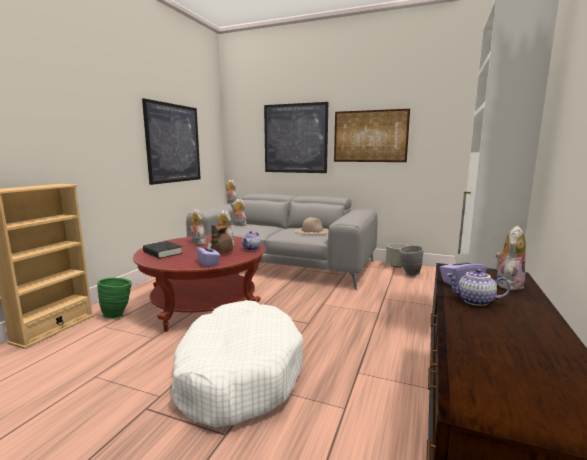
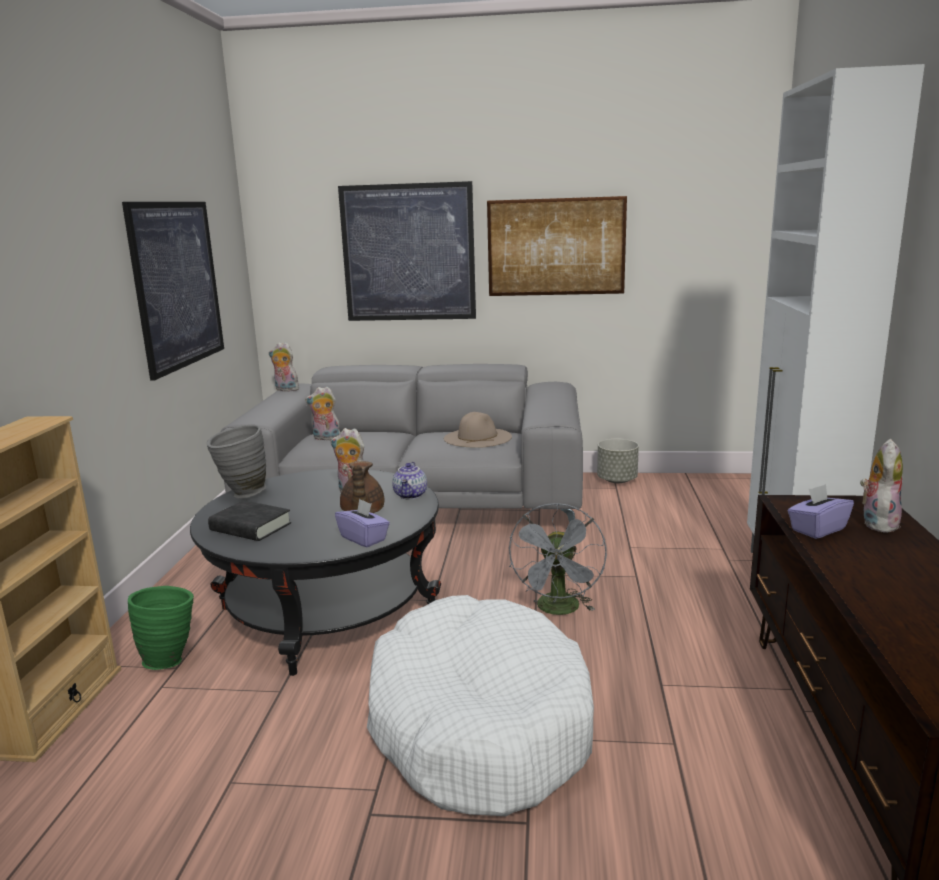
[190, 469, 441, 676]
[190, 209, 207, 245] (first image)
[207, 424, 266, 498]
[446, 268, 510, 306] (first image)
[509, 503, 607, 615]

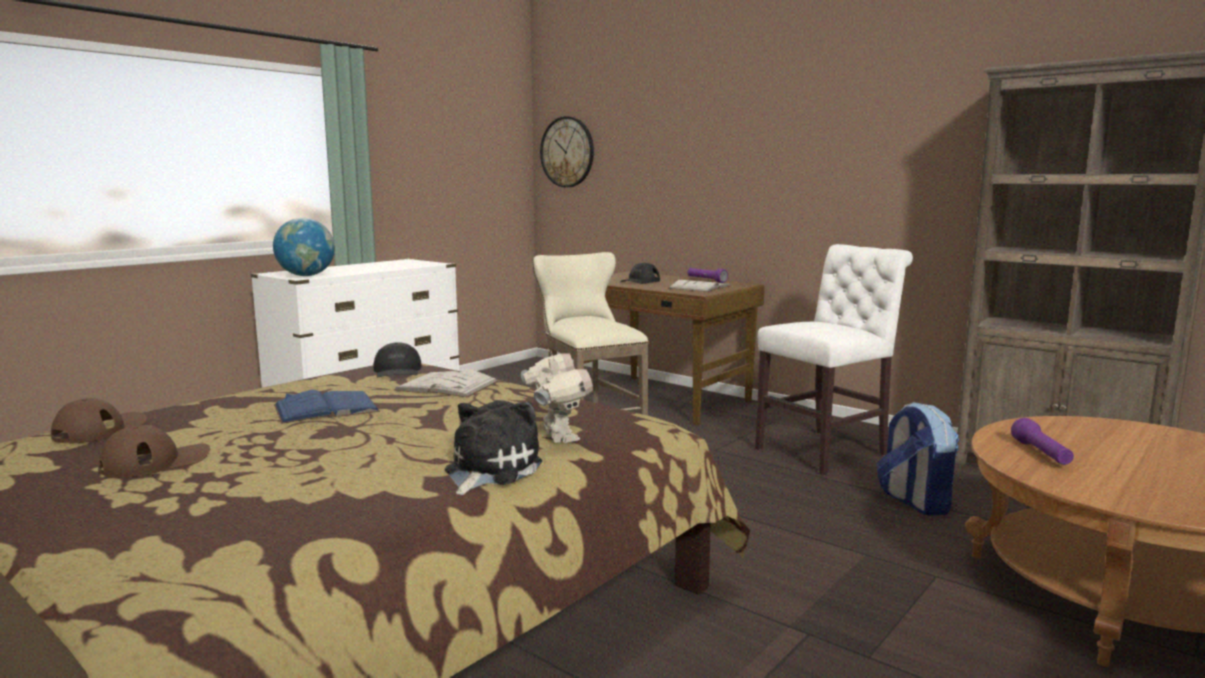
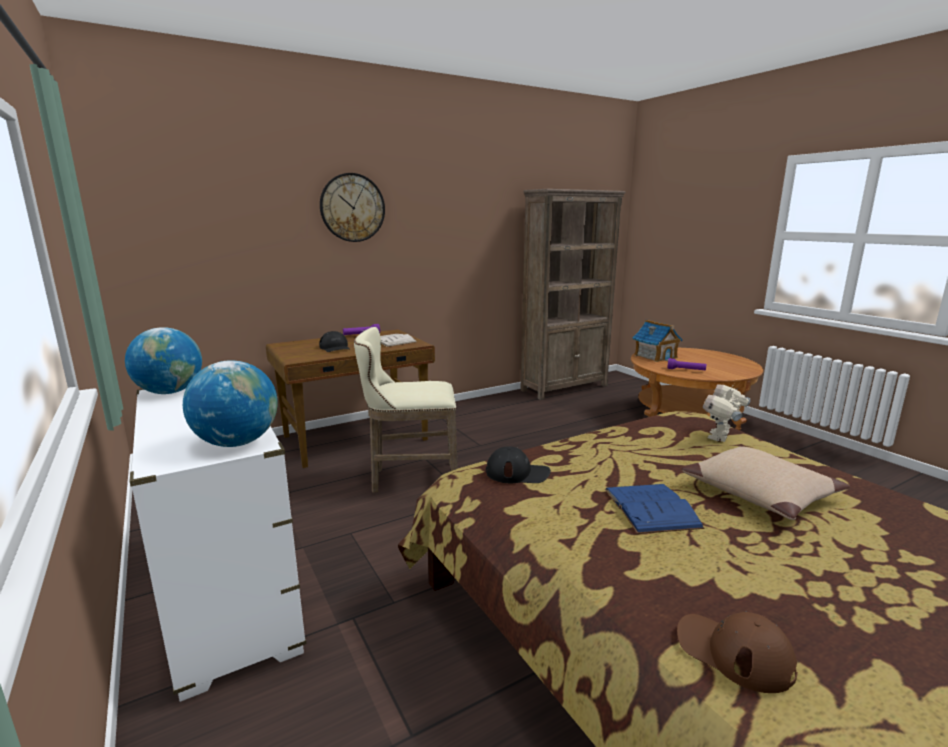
[98, 425, 210, 478] (first image)
[394, 369, 498, 398] (first image)
[445, 400, 542, 495] (first image)
[703, 384, 751, 442]
[320, 173, 385, 242]
[755, 244, 913, 475] (first image)
[877, 402, 959, 516] (first image)
[125, 327, 202, 394]
[632, 320, 683, 362]
[681, 446, 850, 520]

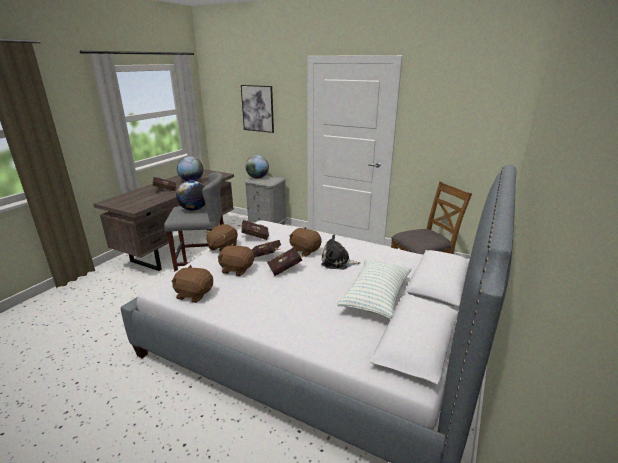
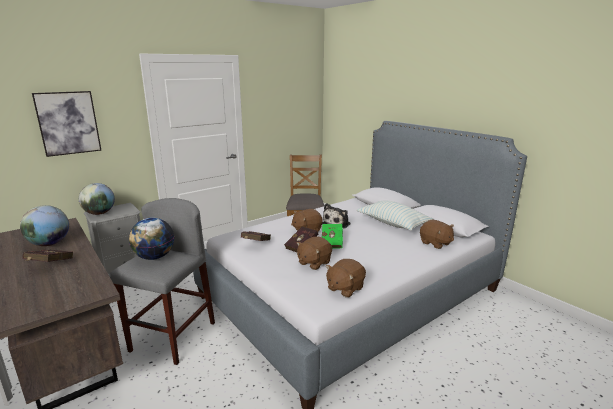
[420, 220, 454, 249]
[322, 224, 343, 248]

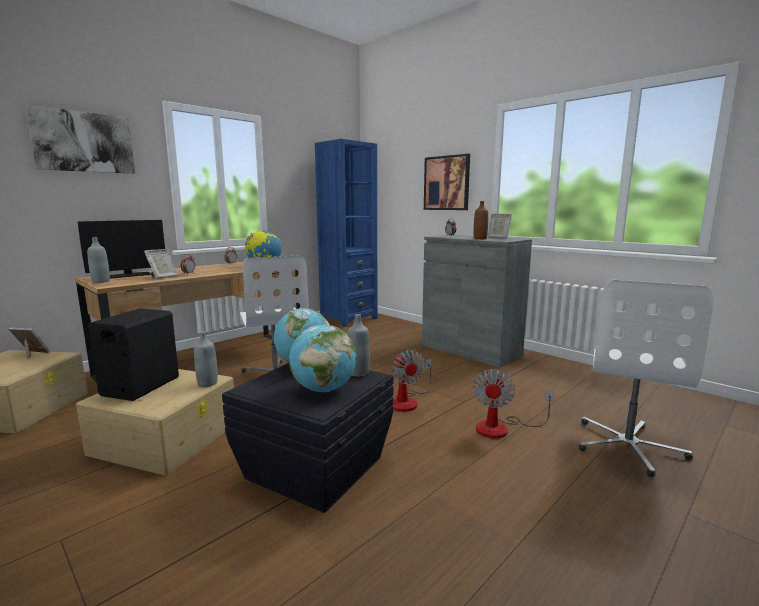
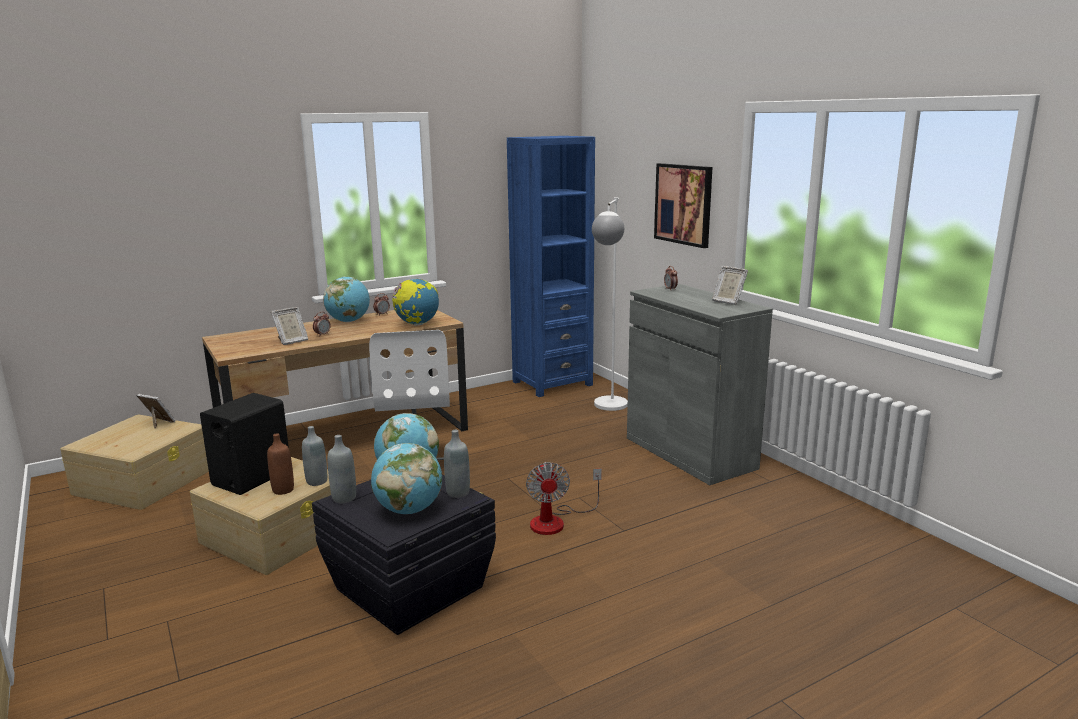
[25, 105, 135, 174] (first image)
[78, 220, 165, 279] (first image)
[328, 435, 356, 504]
[473, 369, 554, 438] (first image)
[267, 433, 294, 495]
[579, 280, 713, 477] (first image)
[323, 277, 370, 322]
[592, 198, 628, 411]

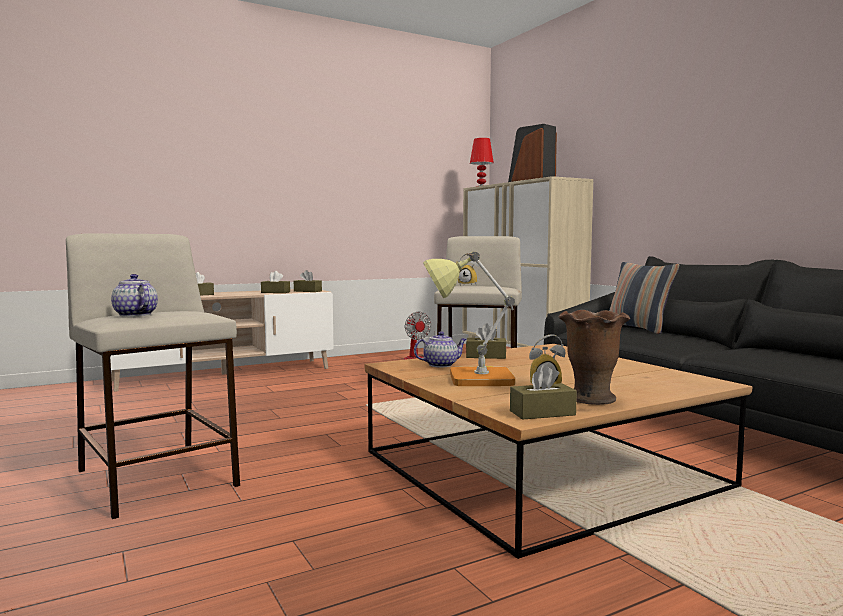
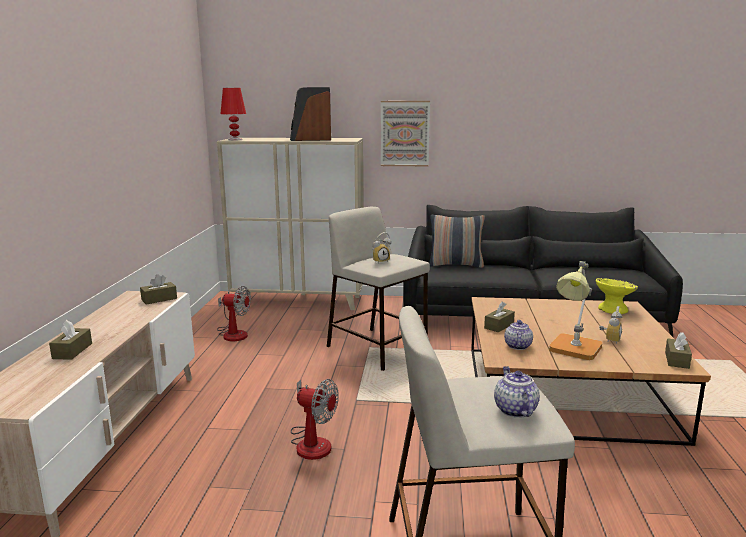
[494, 366, 540, 418]
[261, 271, 290, 293] (first image)
[559, 310, 630, 405] (first image)
[291, 379, 339, 460]
[381, 101, 430, 166]
[596, 278, 638, 314]

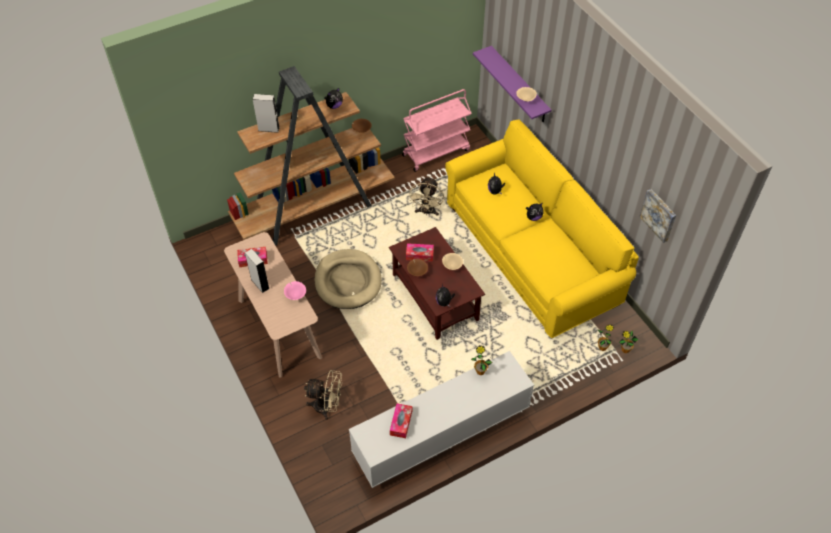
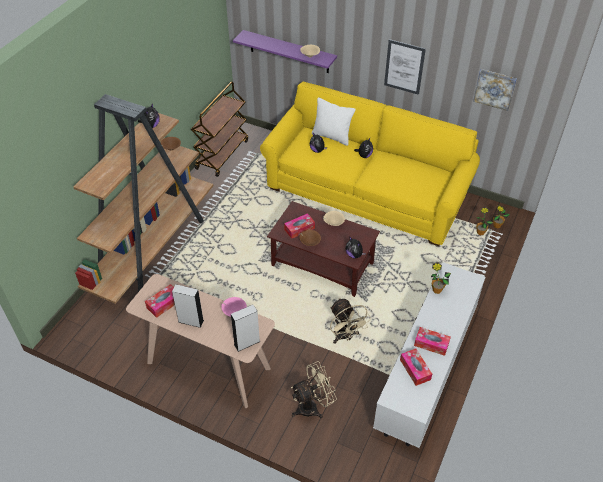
[231, 305, 260, 352]
[314, 249, 382, 309] (first image)
[191, 82, 248, 177]
[330, 298, 371, 344]
[312, 97, 356, 146]
[384, 39, 426, 95]
[414, 327, 451, 356]

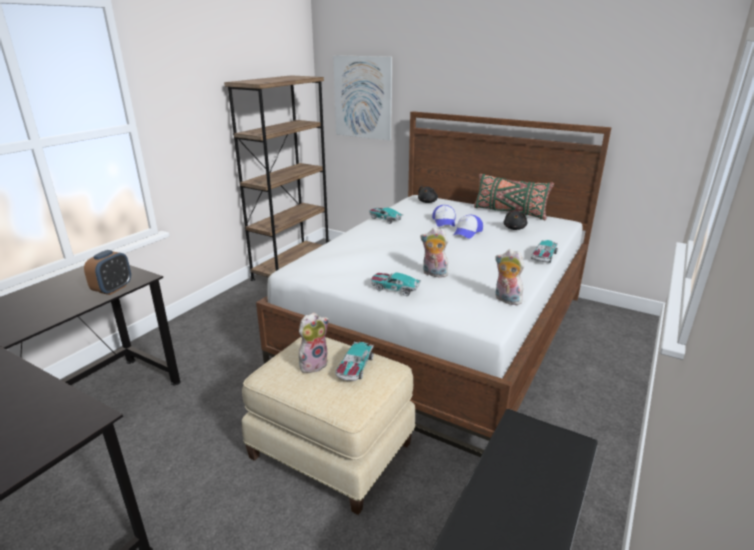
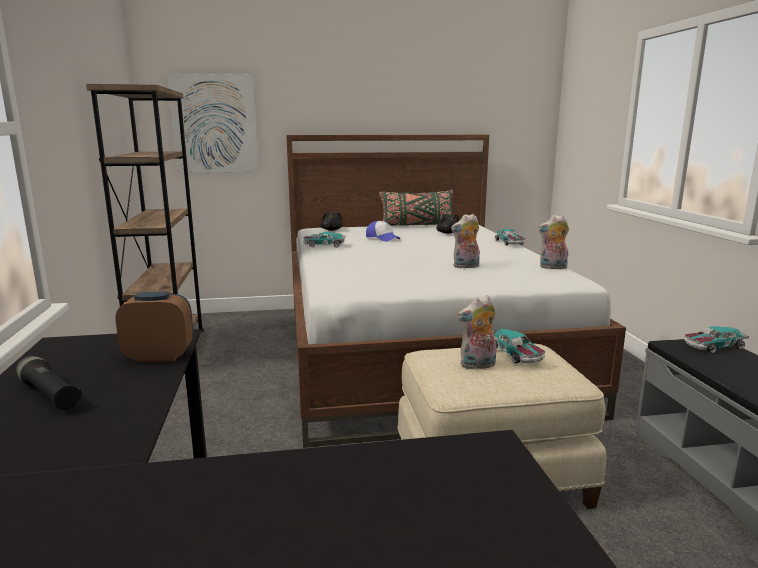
[115, 292, 193, 362]
[457, 295, 496, 370]
[684, 326, 749, 353]
[454, 215, 483, 238] (first image)
[16, 356, 82, 410]

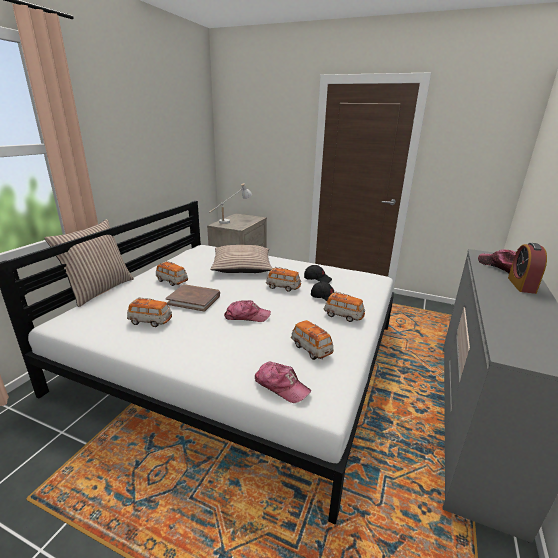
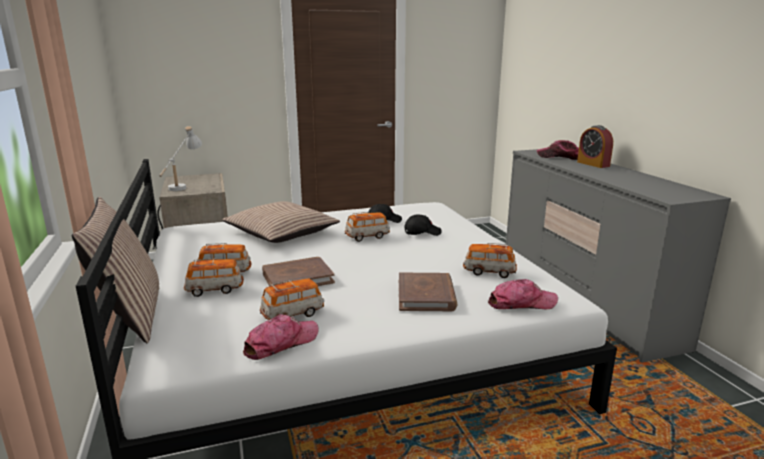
[243, 314, 319, 360]
[184, 258, 244, 297]
[399, 273, 457, 311]

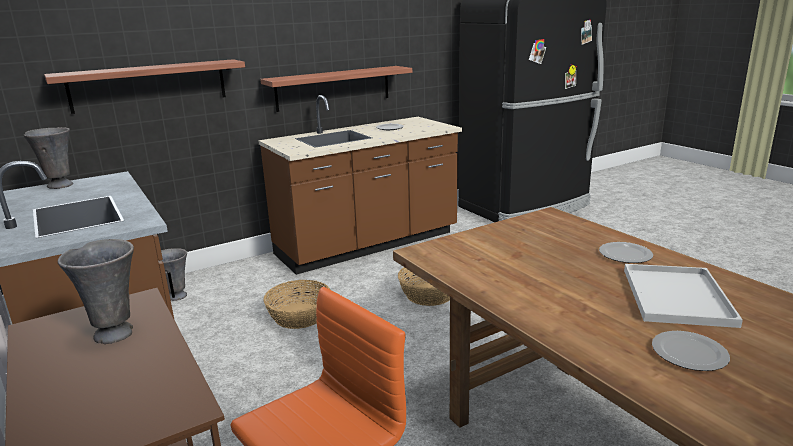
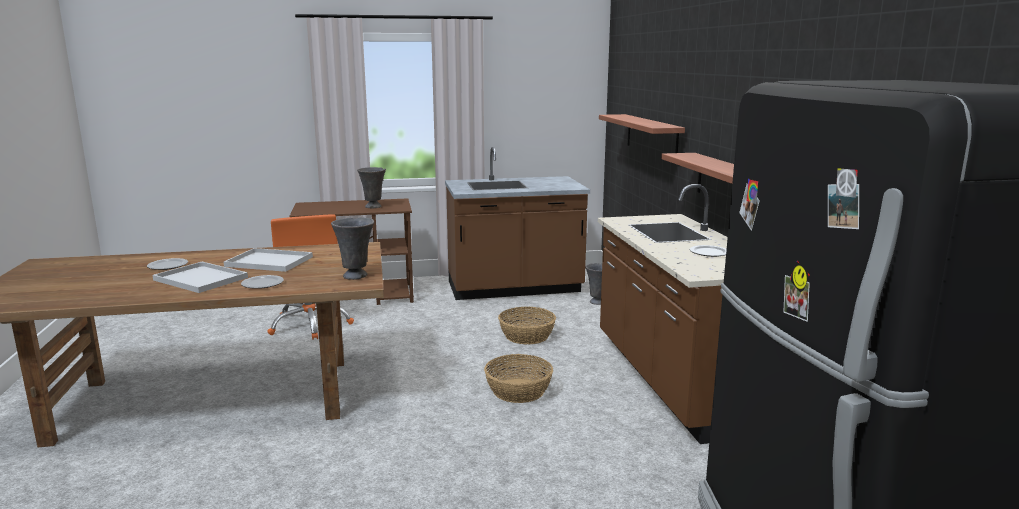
[331, 217, 374, 280]
[224, 248, 313, 272]

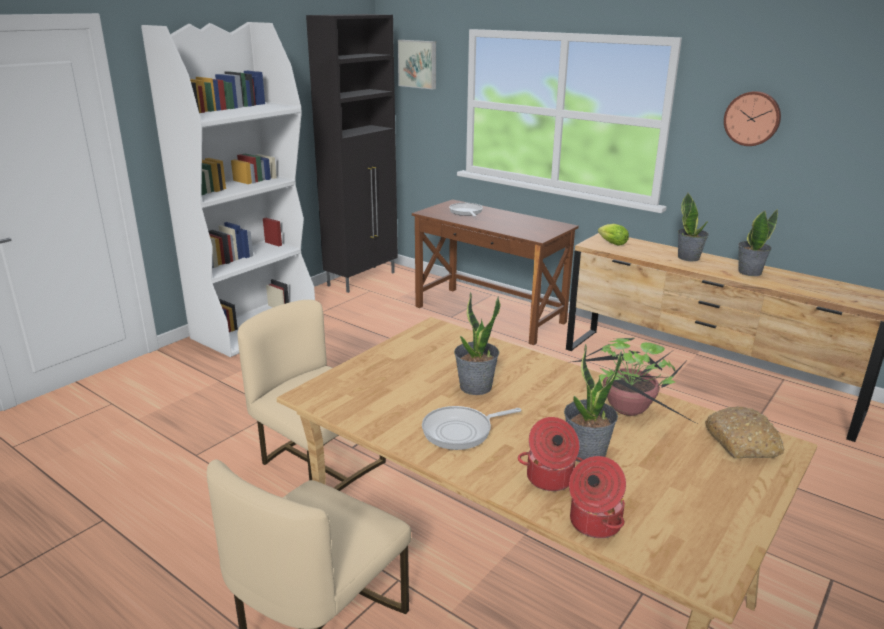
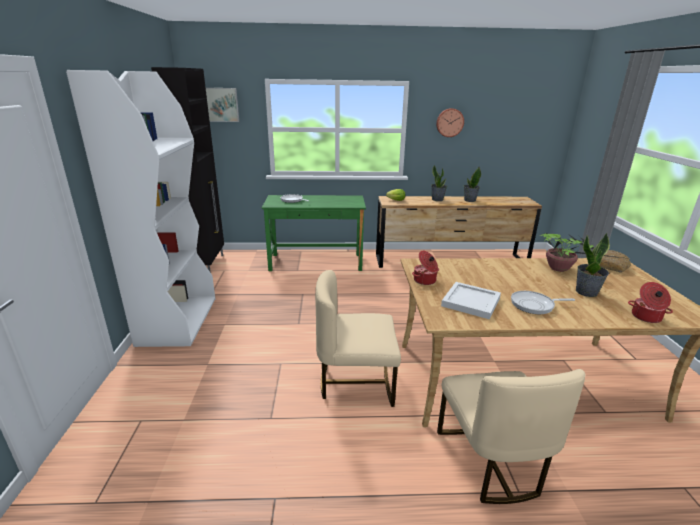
[262, 195, 366, 271]
[511, 291, 575, 314]
[454, 292, 501, 395] (first image)
[412, 251, 439, 285]
[441, 282, 501, 319]

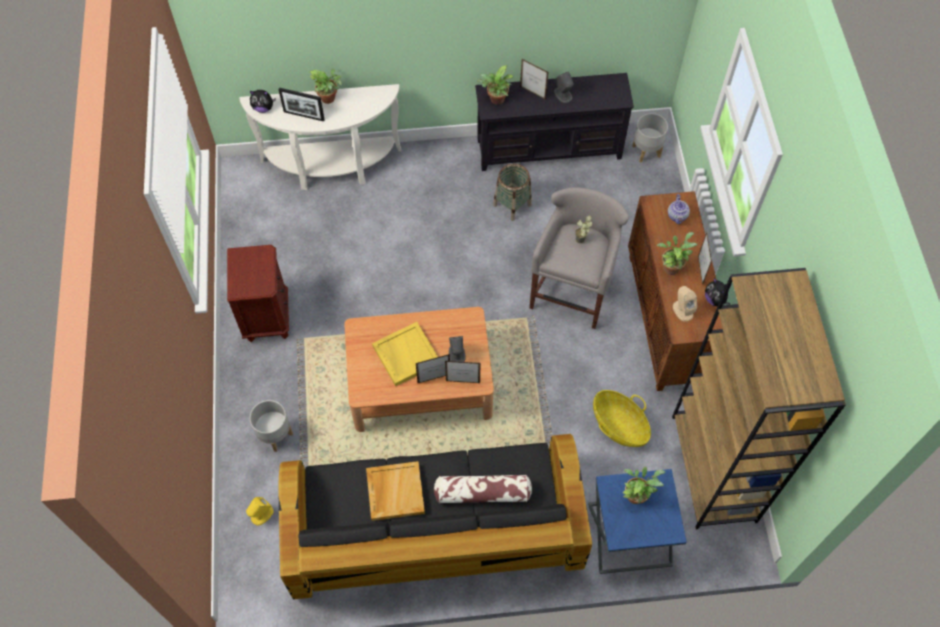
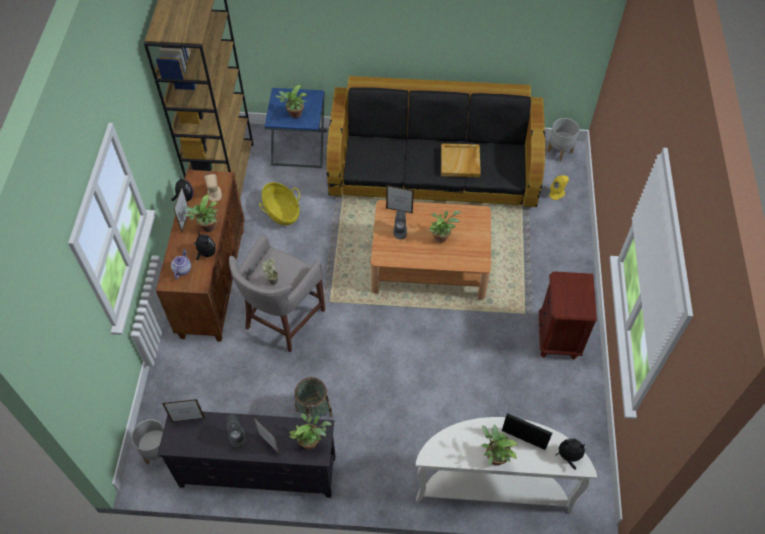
[547, 118, 579, 162]
[429, 211, 461, 243]
[162, 399, 205, 422]
[434, 475, 532, 503] (first image)
[193, 233, 216, 260]

